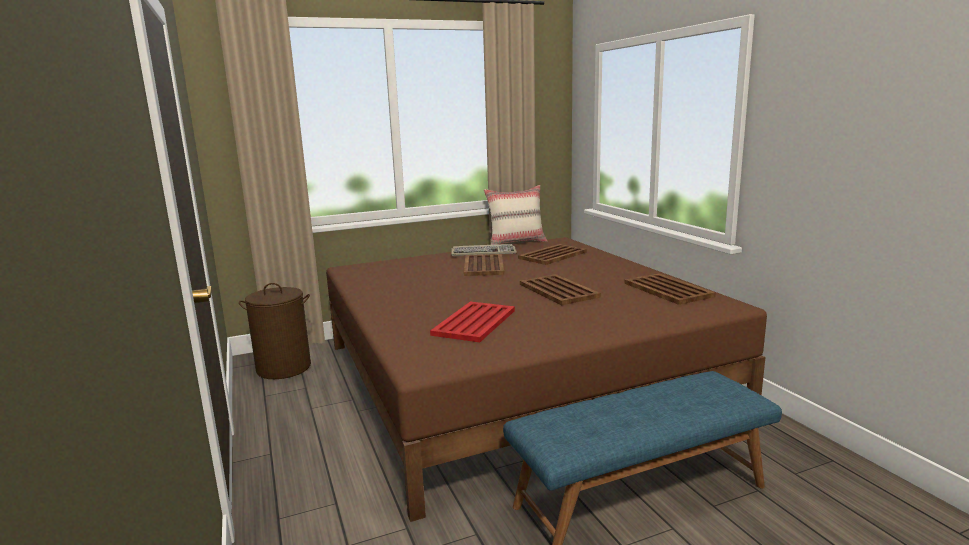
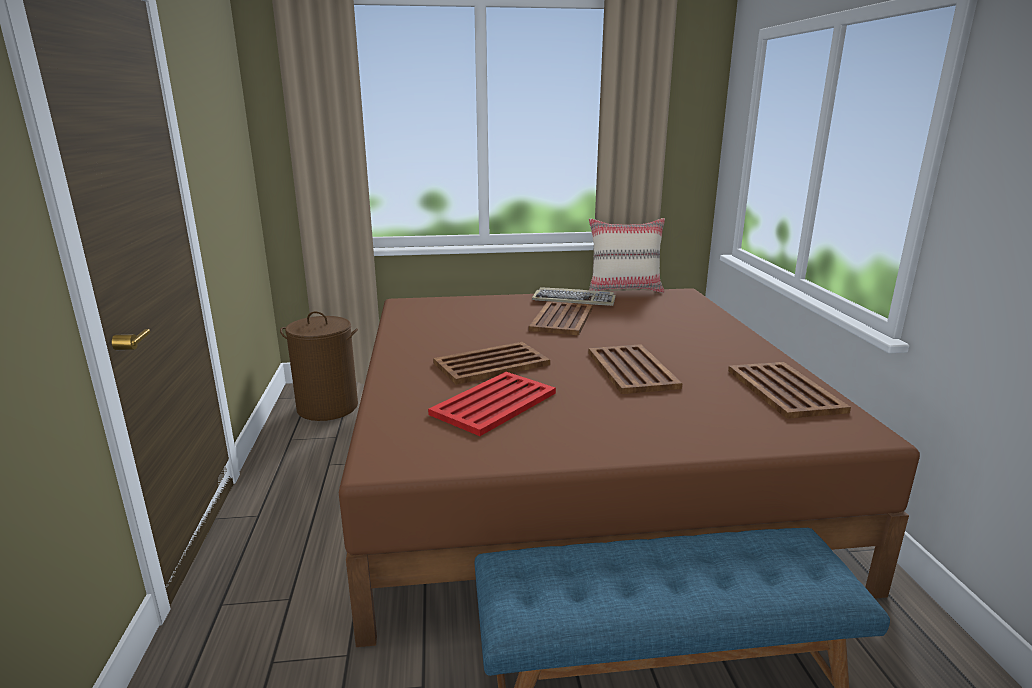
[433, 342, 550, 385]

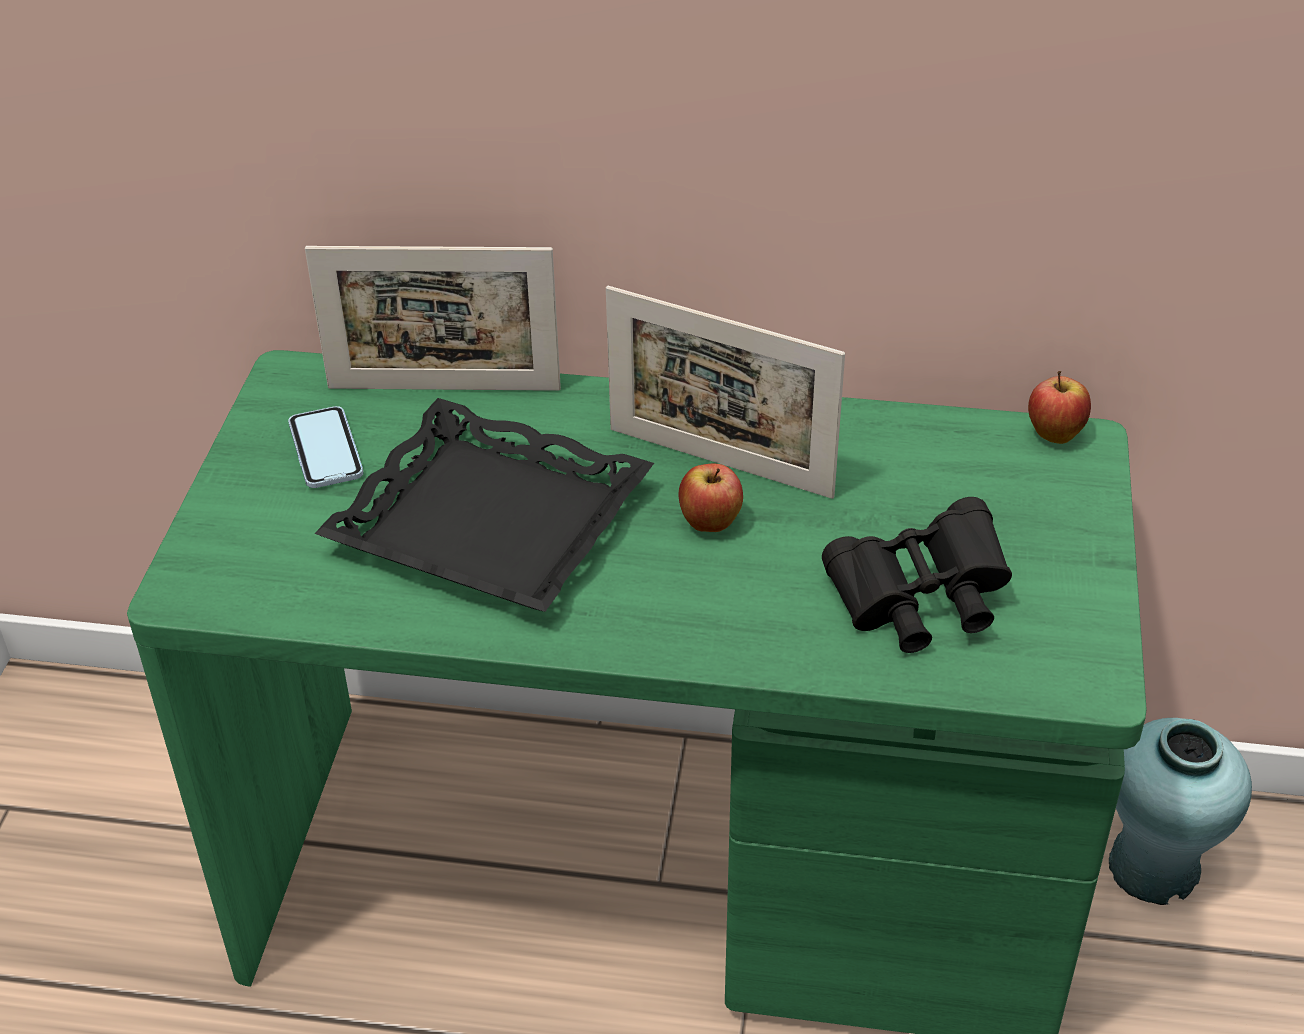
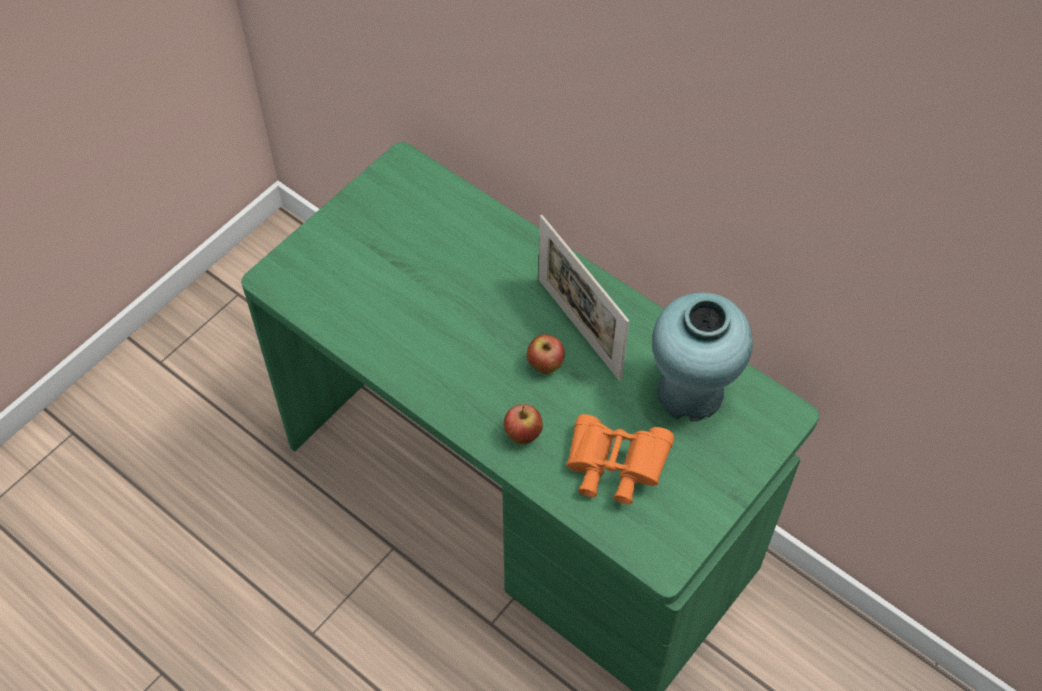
[288, 406, 363, 488] (first image)
[305, 246, 561, 391] (first image)
[315, 398, 654, 612] (first image)
[566, 414, 674, 504]
[504, 404, 543, 444]
[652, 293, 753, 422]

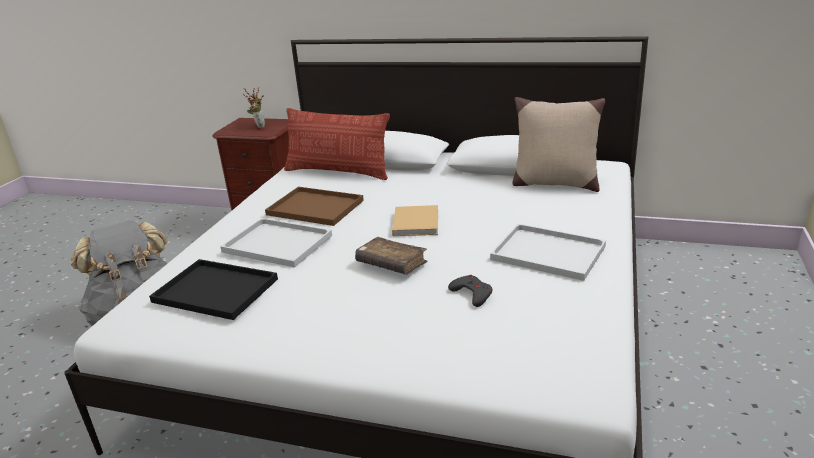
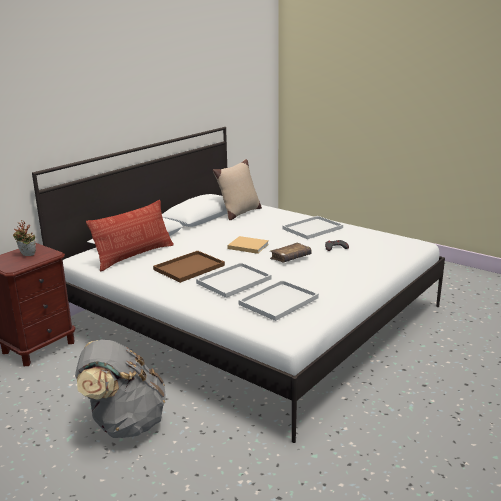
[238, 280, 319, 321]

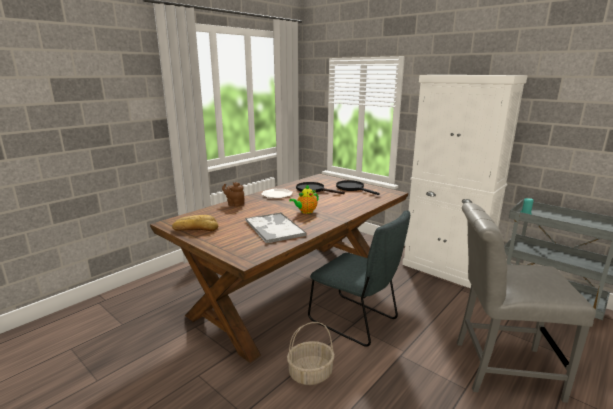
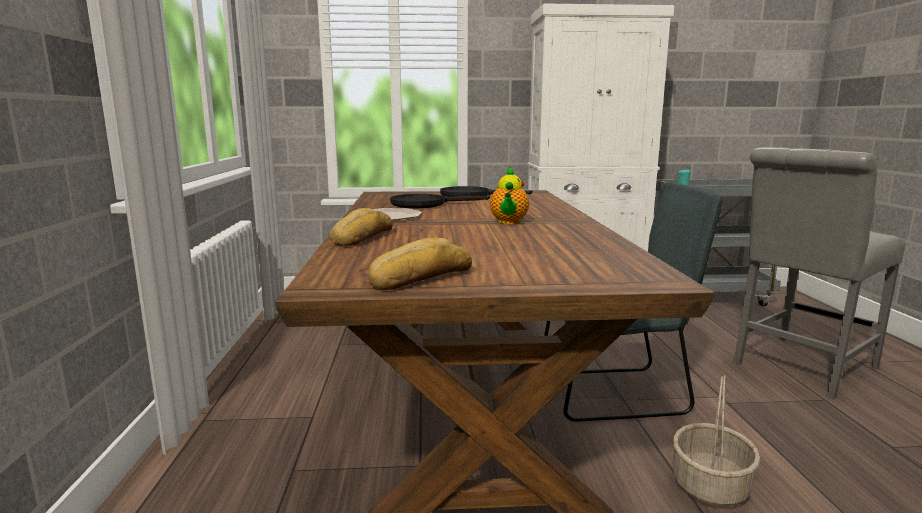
[330, 208, 393, 246]
[245, 212, 307, 243] (first image)

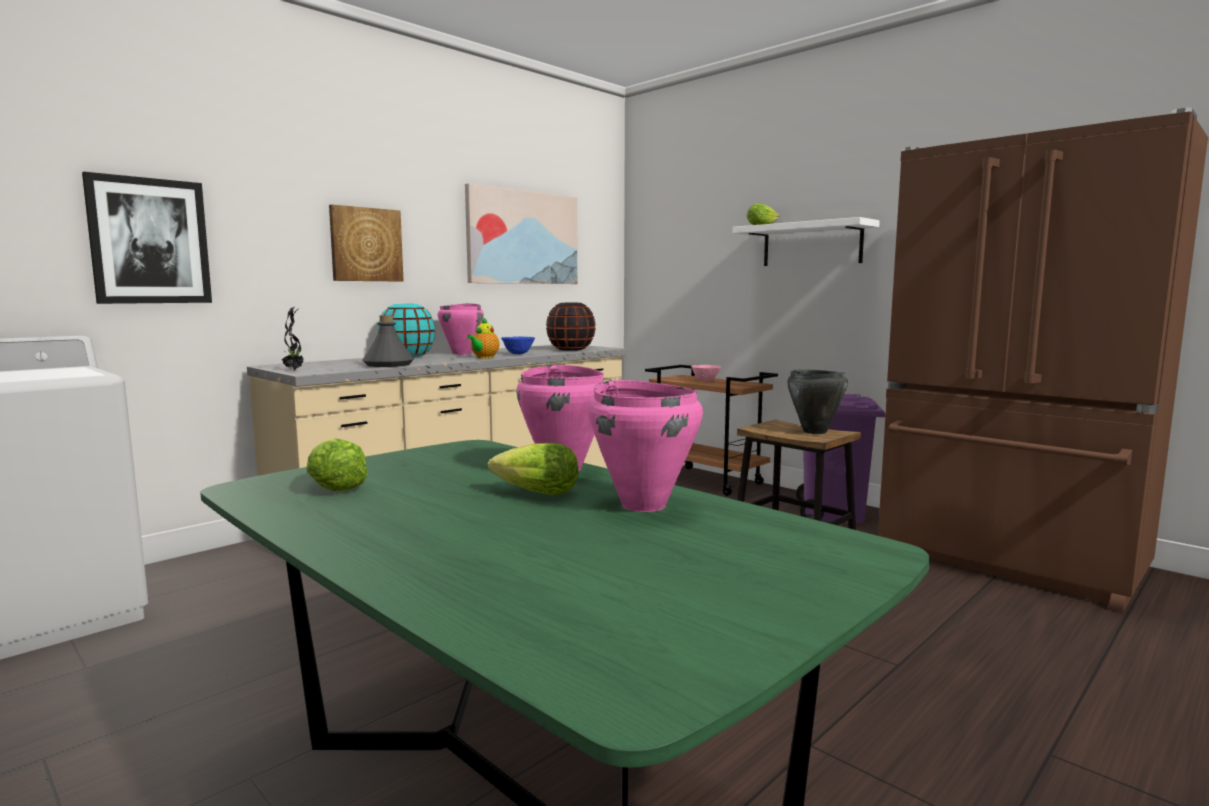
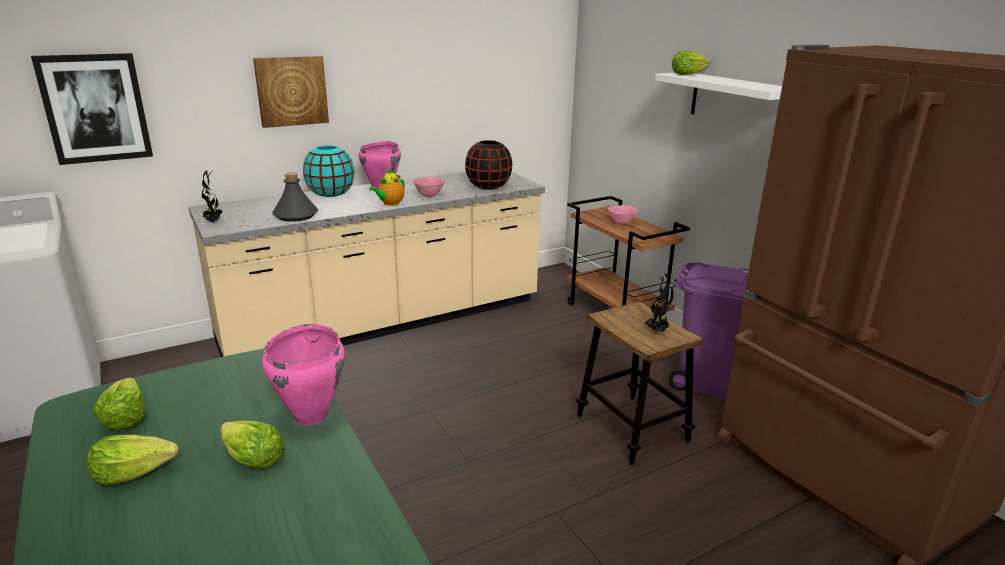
[465, 183, 578, 284] (first image)
[413, 177, 445, 197]
[588, 380, 703, 512] (first image)
[645, 274, 674, 332]
[87, 435, 179, 486]

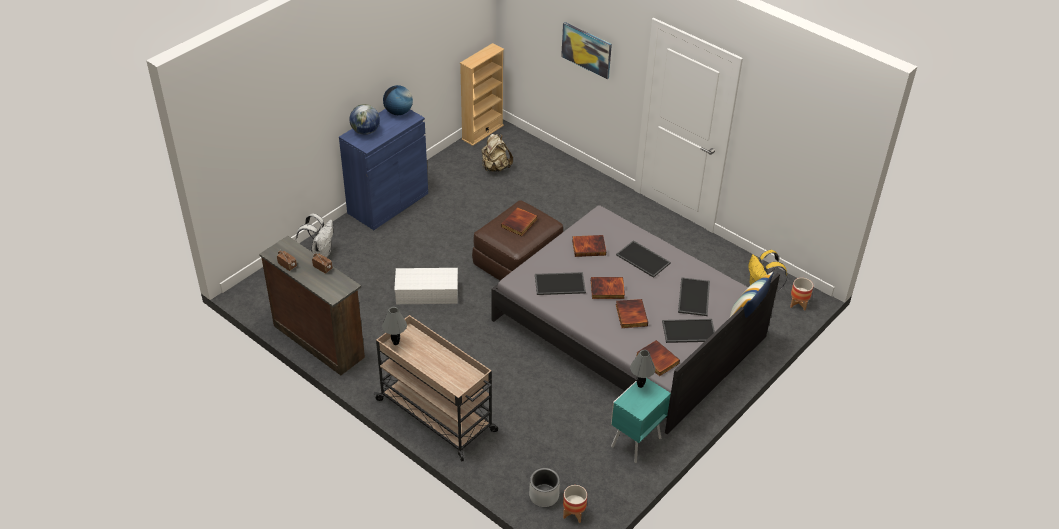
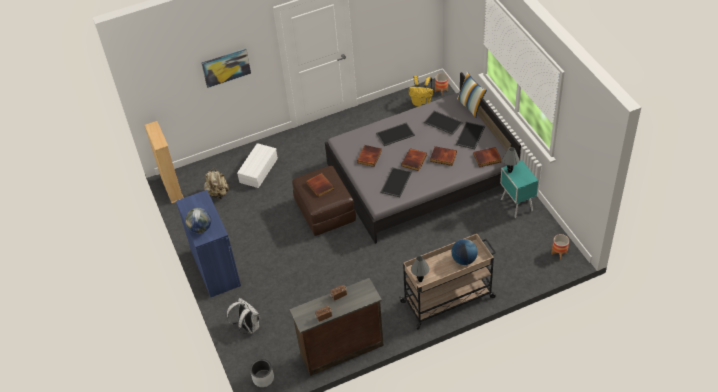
[451, 239, 478, 265]
[237, 143, 278, 188]
[250, 359, 274, 387]

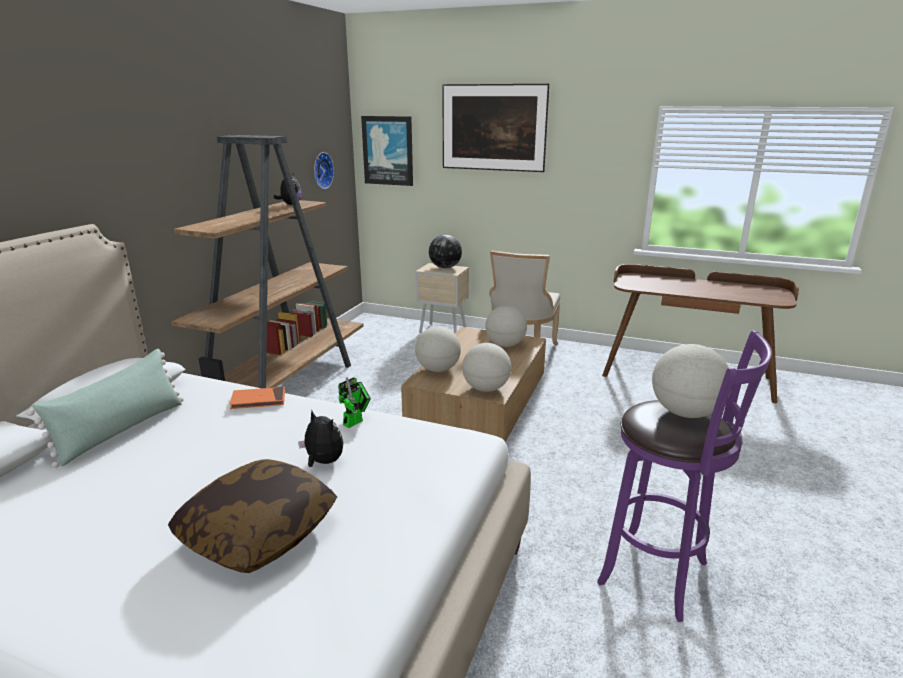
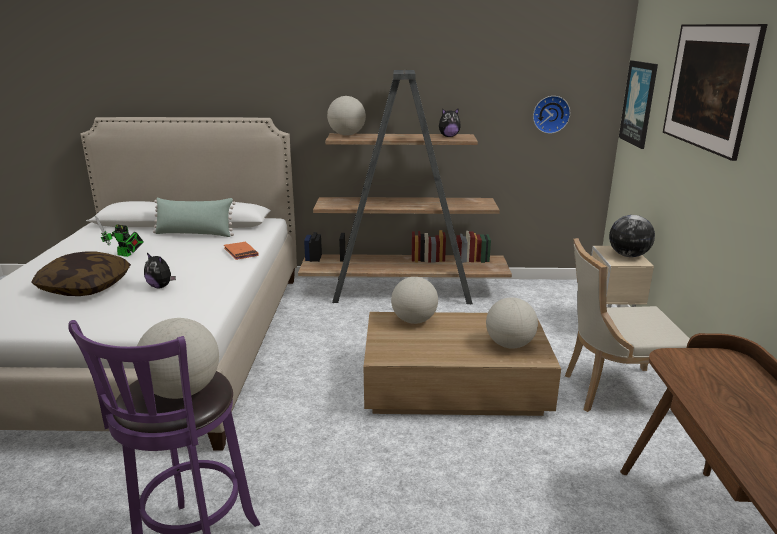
[144, 253, 176, 288]
[96, 217, 144, 257]
[327, 96, 366, 136]

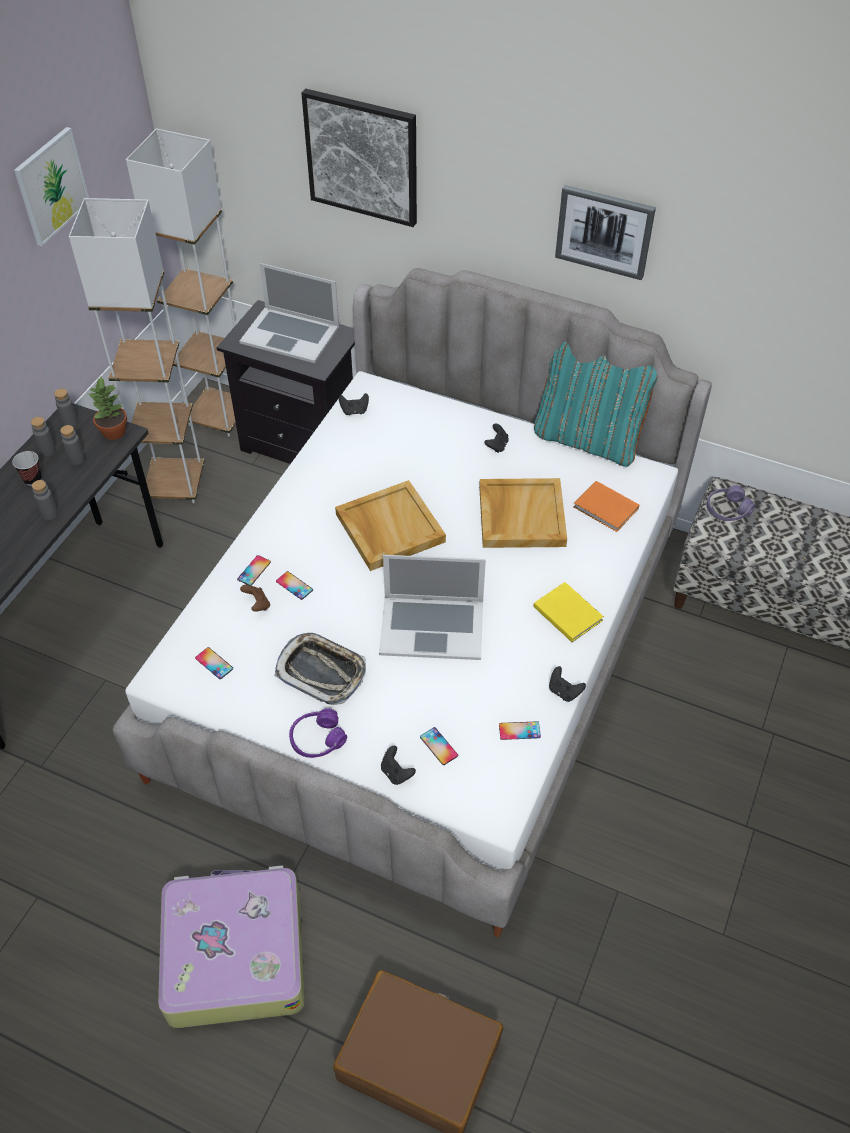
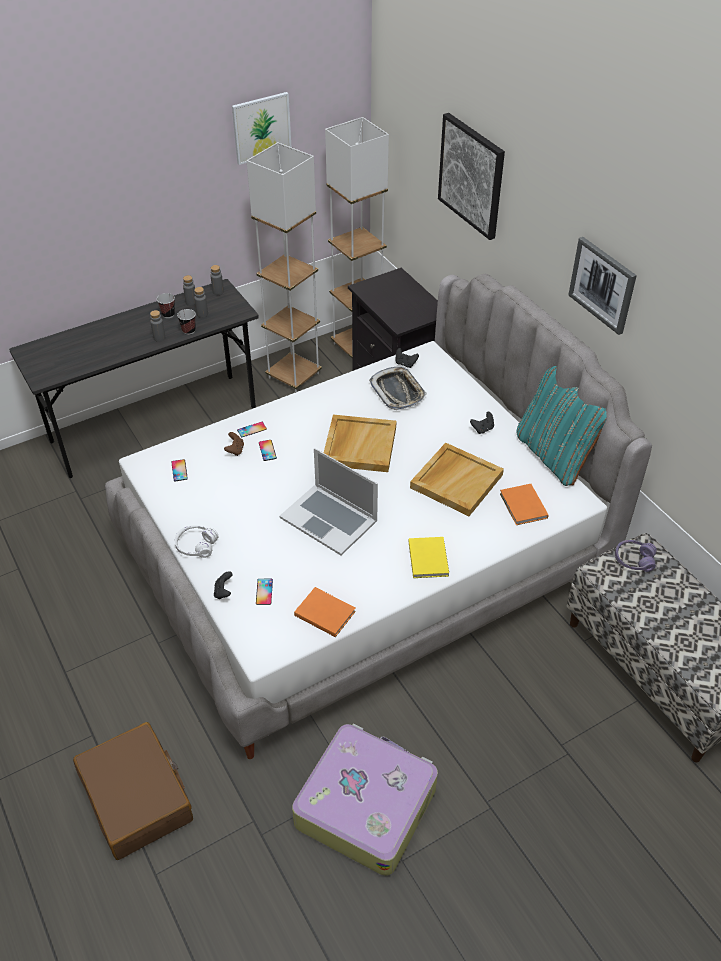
[89, 377, 127, 440] (first image)
[292, 723, 438, 876]
[239, 263, 339, 363] (first image)
[369, 367, 427, 410]
[175, 525, 219, 558]
[294, 587, 356, 637]
[549, 666, 586, 702] (first image)
[177, 309, 196, 335]

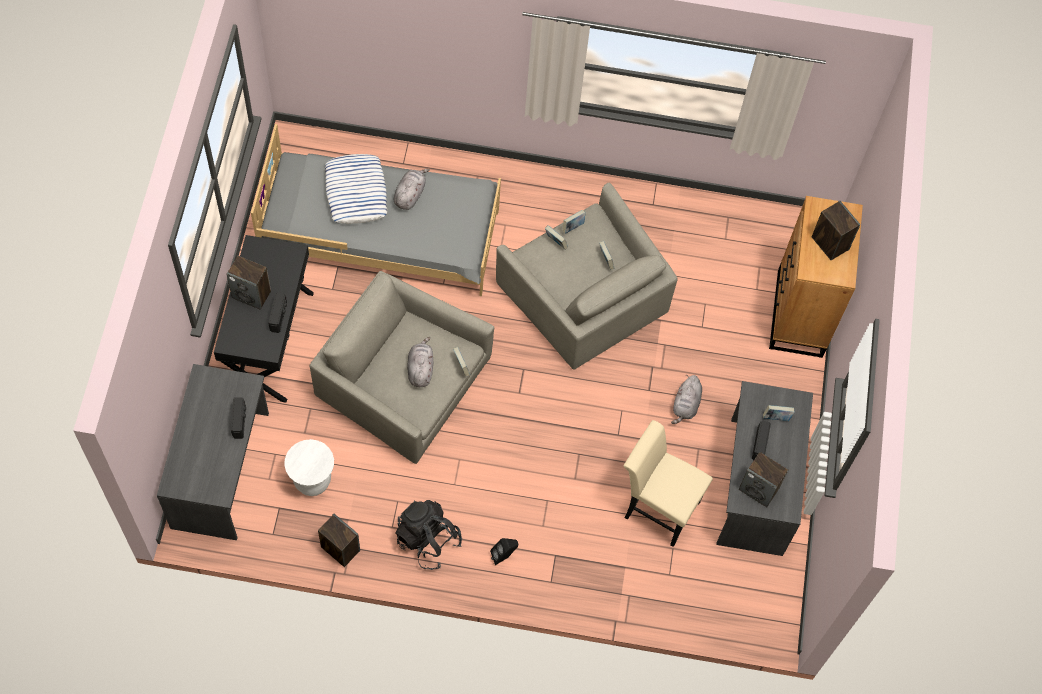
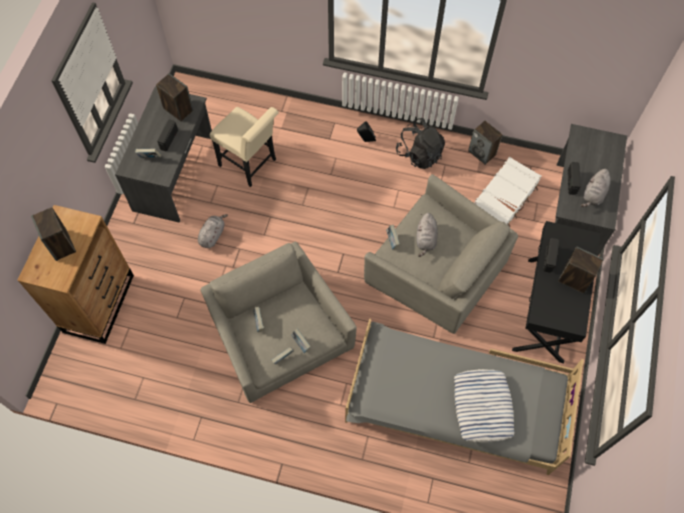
[474, 157, 541, 227]
[581, 168, 611, 207]

